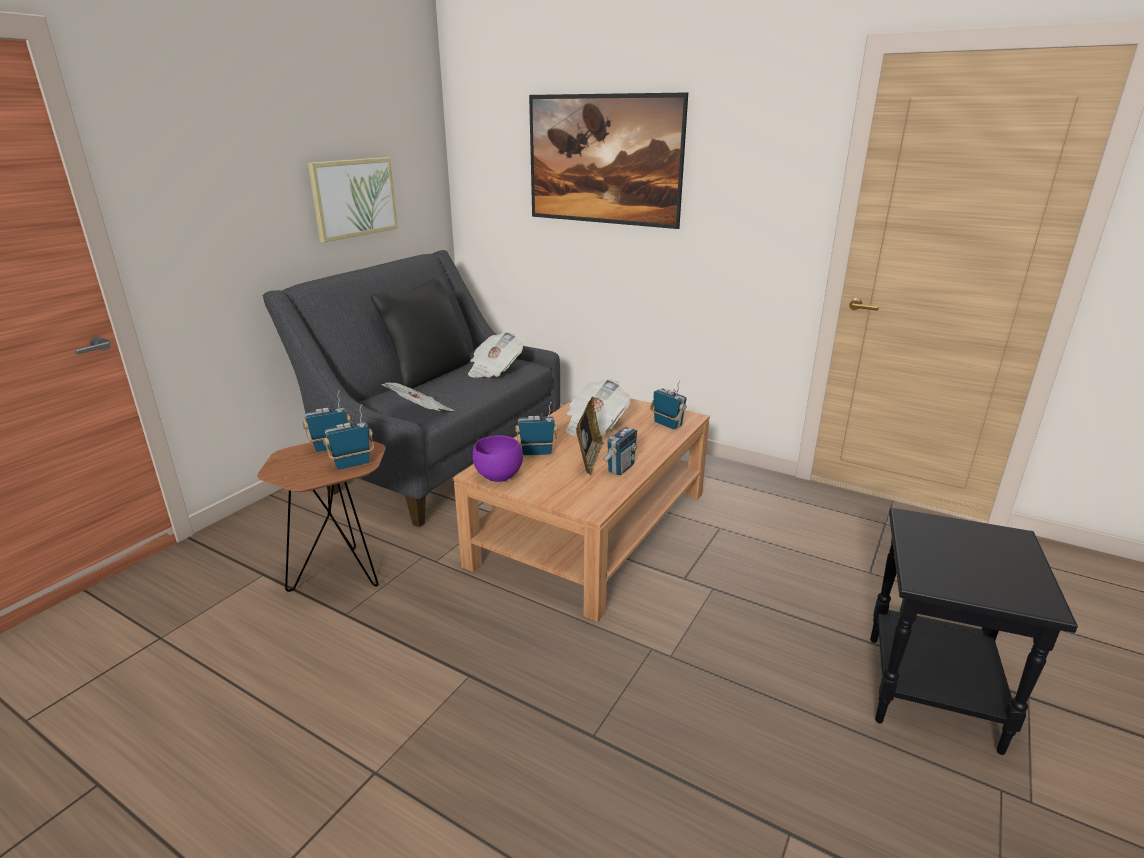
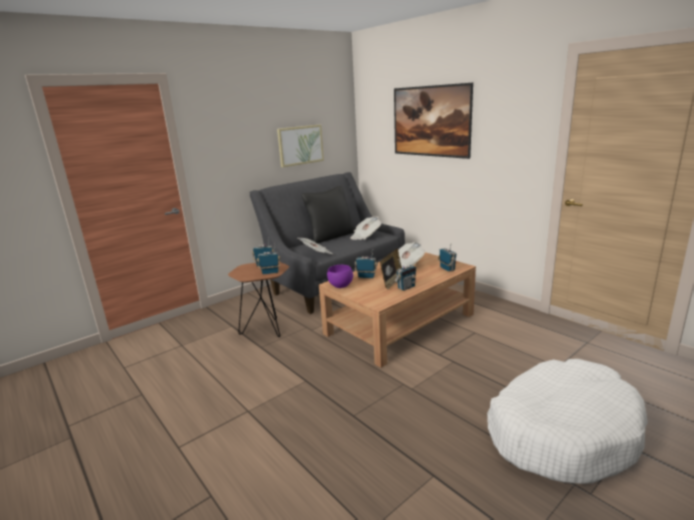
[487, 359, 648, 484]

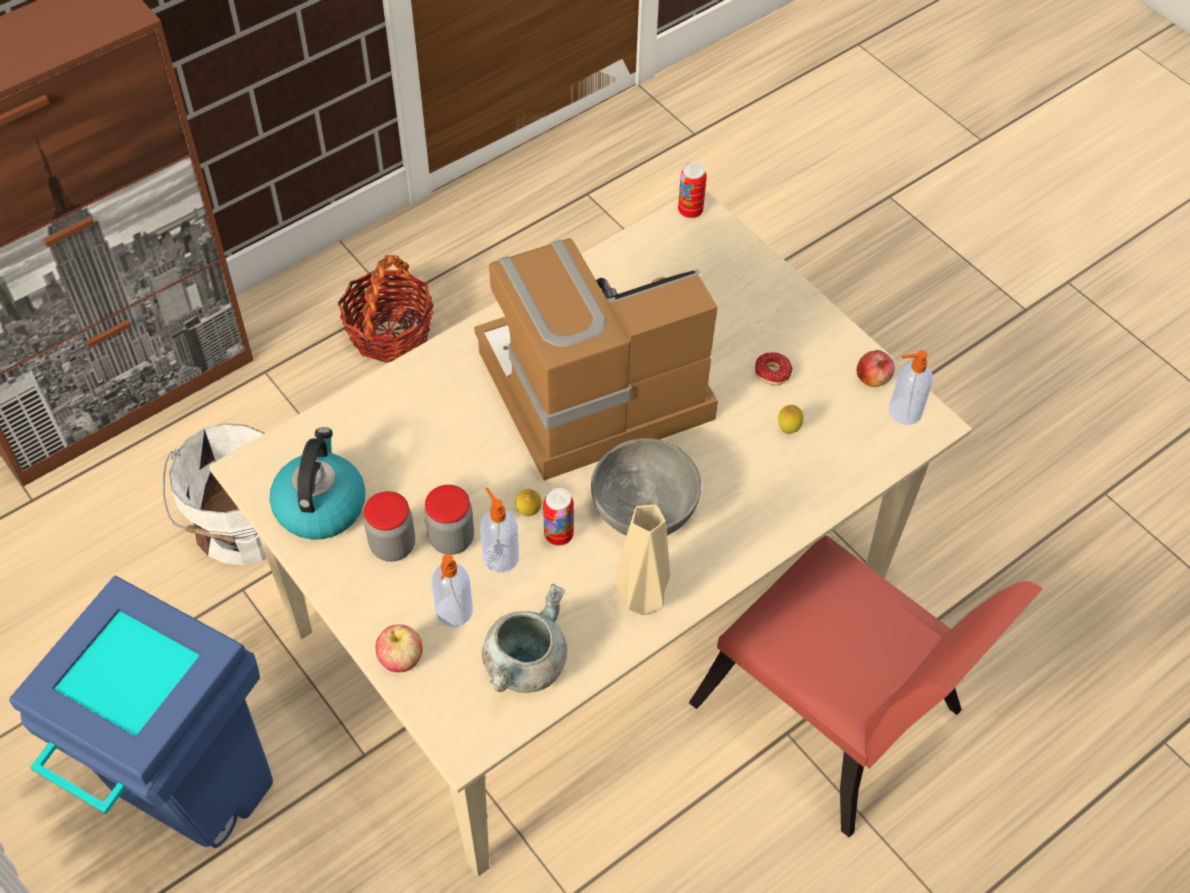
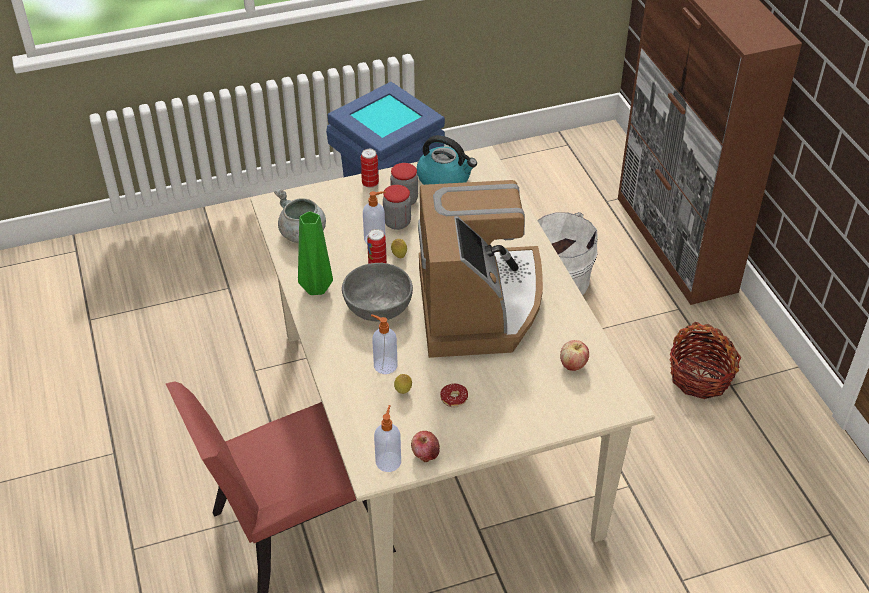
[560, 340, 589, 371]
[371, 314, 398, 374]
[361, 149, 379, 188]
[298, 211, 333, 295]

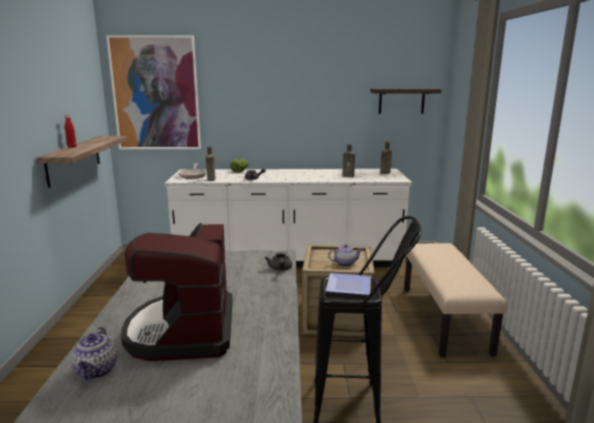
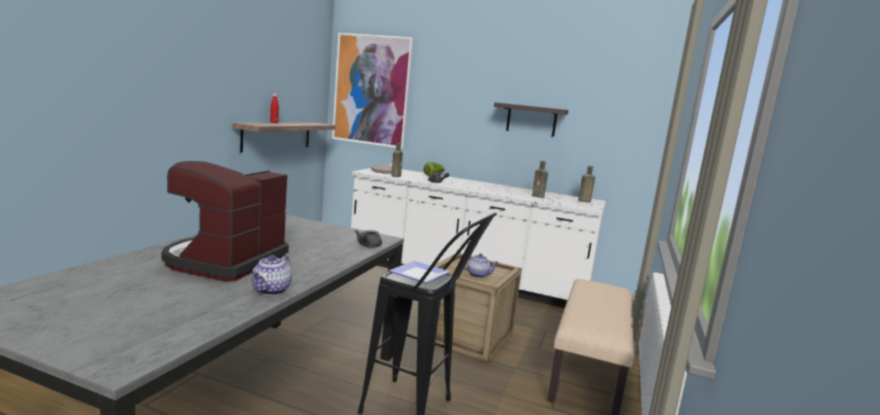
[251, 255, 292, 295]
[494, 102, 568, 137]

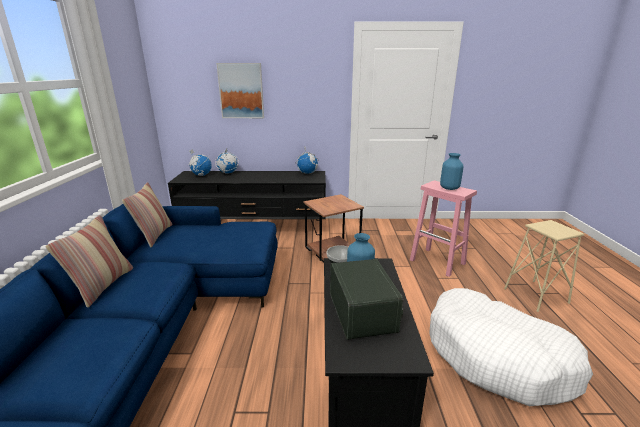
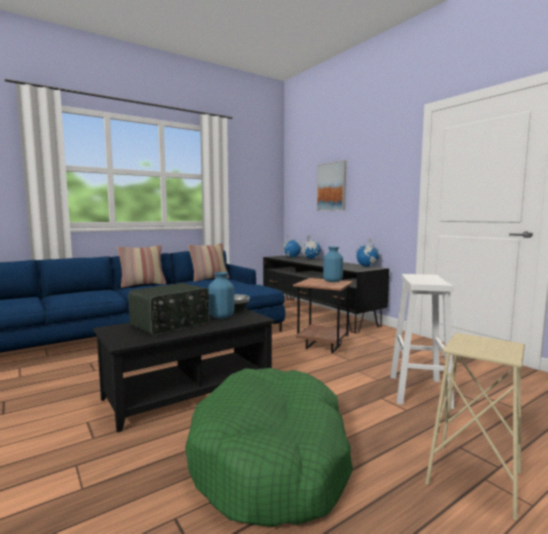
[323, 247, 343, 282]
[390, 274, 454, 409]
[185, 368, 353, 527]

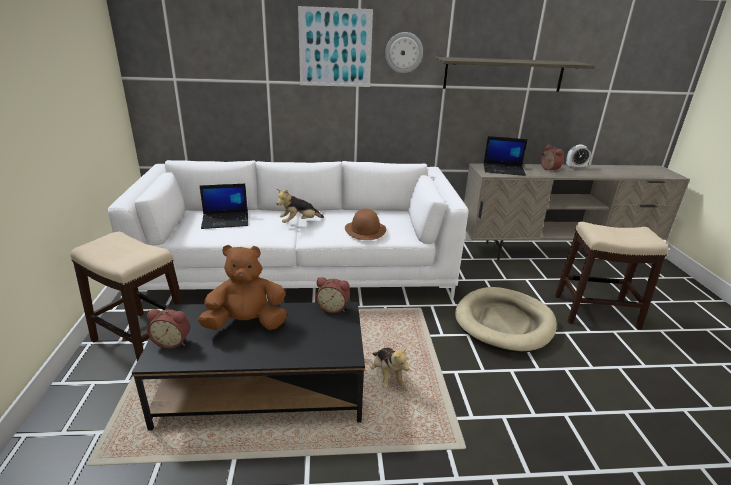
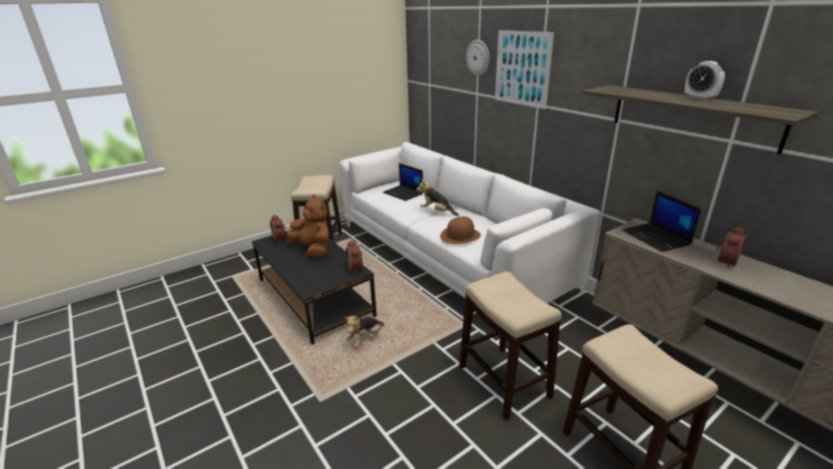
[466, 40, 490, 76]
[685, 61, 725, 100]
[459, 272, 562, 420]

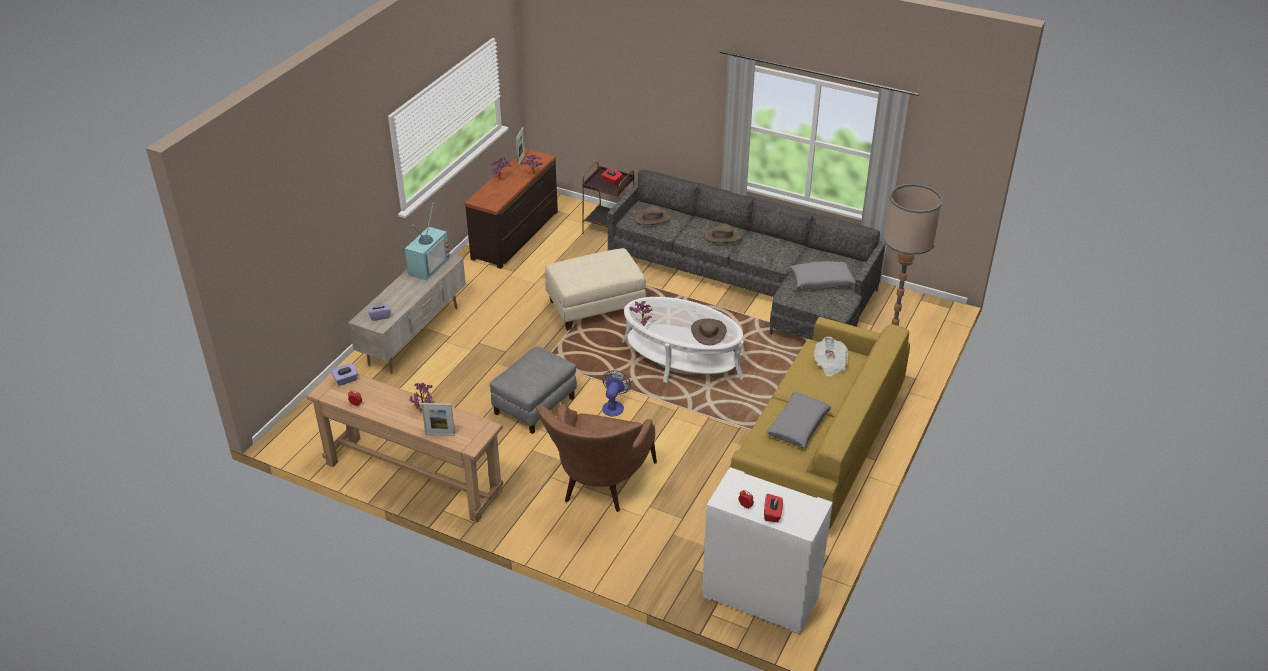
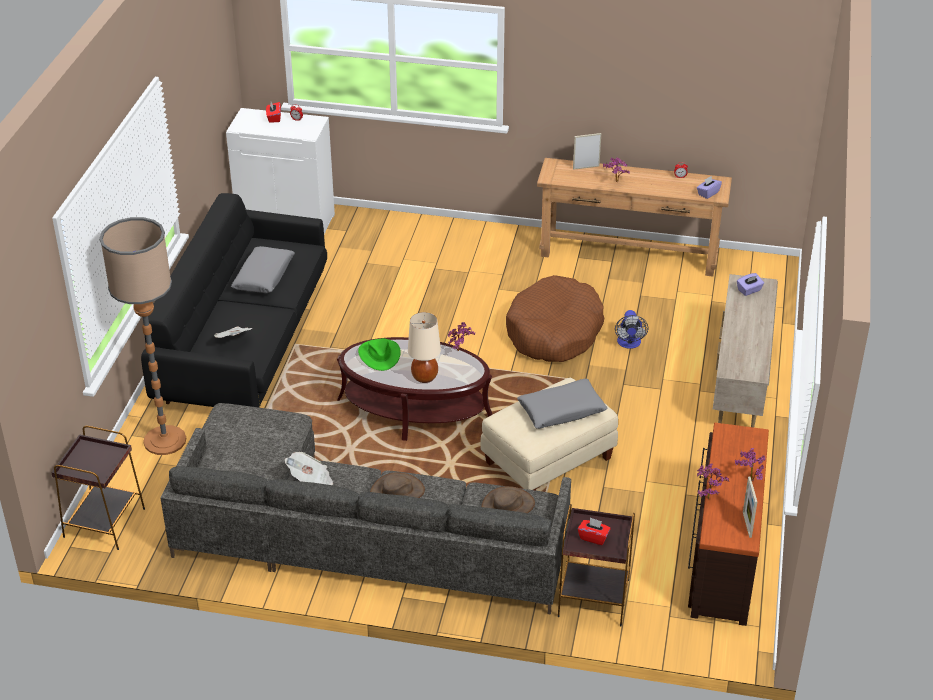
[405, 203, 450, 280] (first image)
[536, 404, 657, 512] (first image)
[52, 426, 145, 550]
[285, 452, 333, 485]
[408, 312, 441, 383]
[615, 310, 648, 349]
[517, 379, 607, 429]
[506, 275, 604, 362]
[337, 337, 493, 441]
[358, 338, 401, 371]
[141, 193, 327, 407]

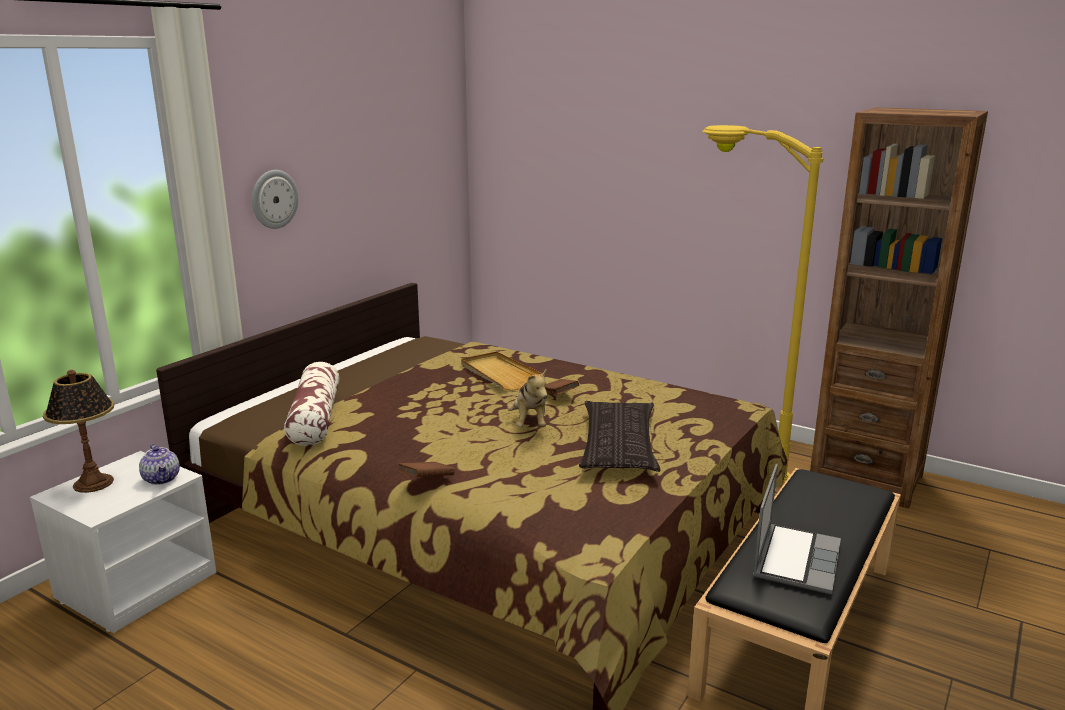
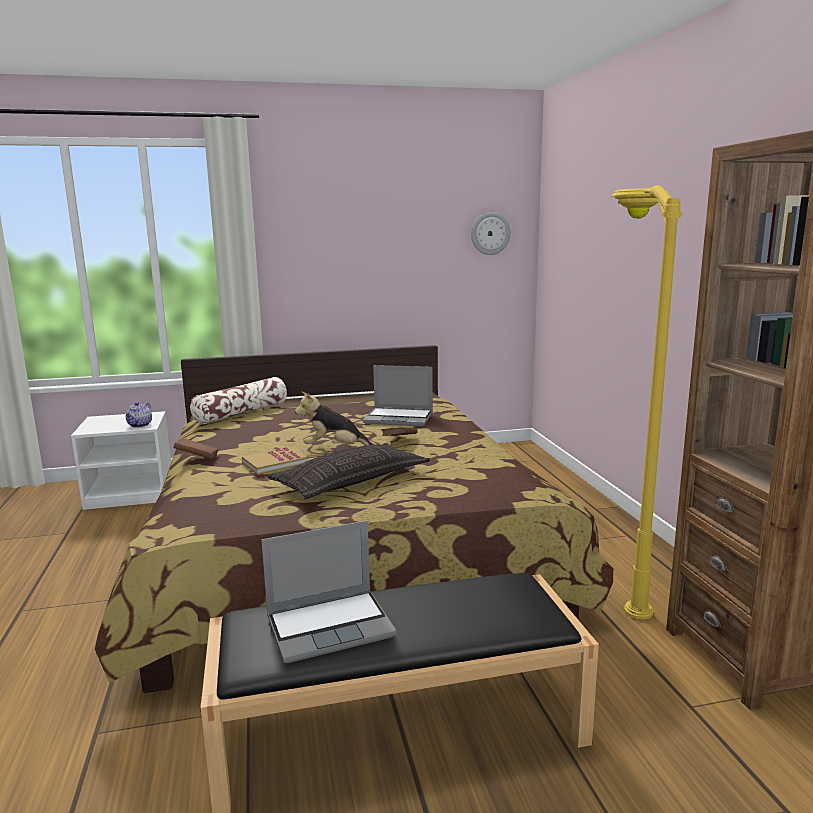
[43, 370, 114, 493] (first image)
[242, 447, 308, 475]
[471, 212, 511, 255]
[363, 365, 433, 426]
[295, 391, 375, 446]

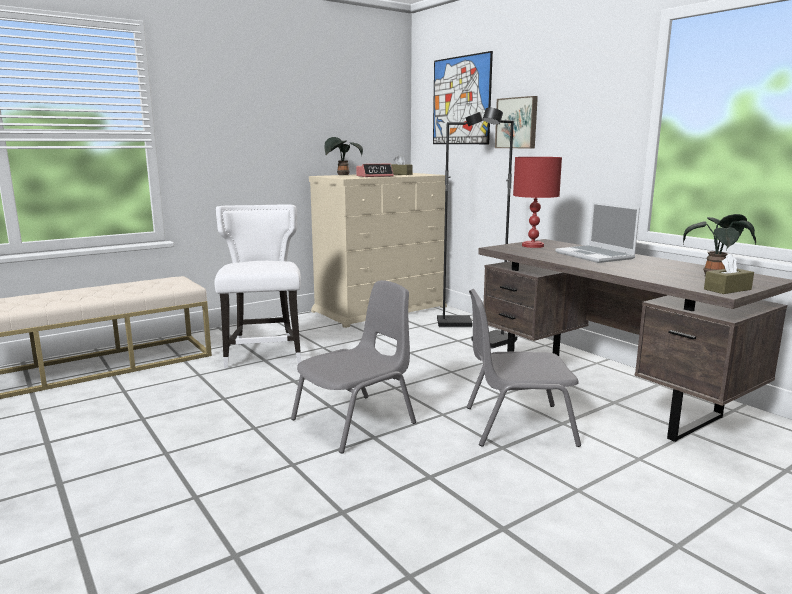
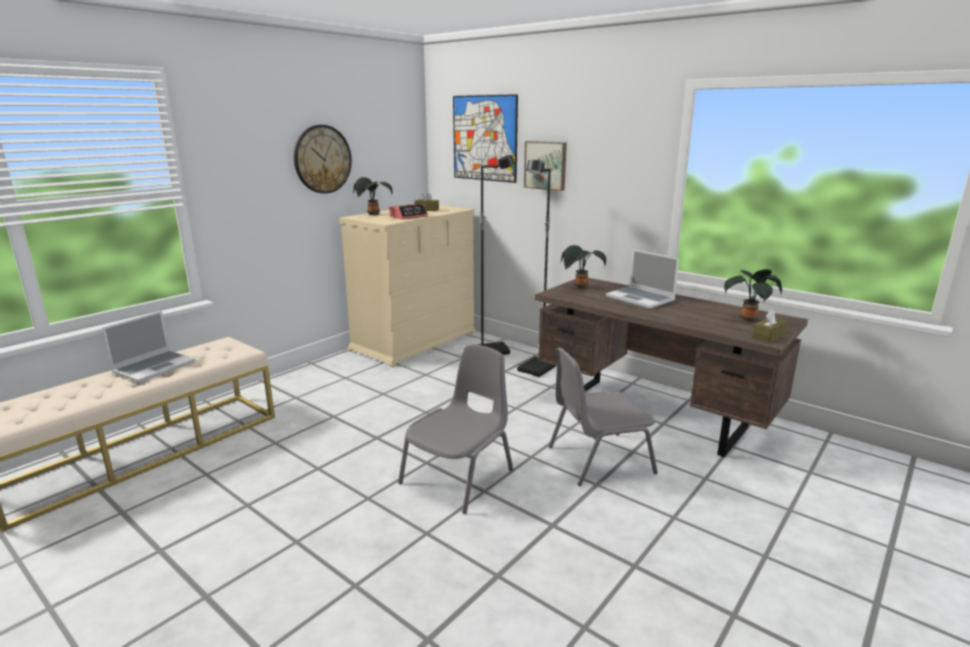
[214, 204, 301, 368] (first image)
[102, 311, 195, 383]
[294, 125, 352, 194]
[561, 245, 606, 289]

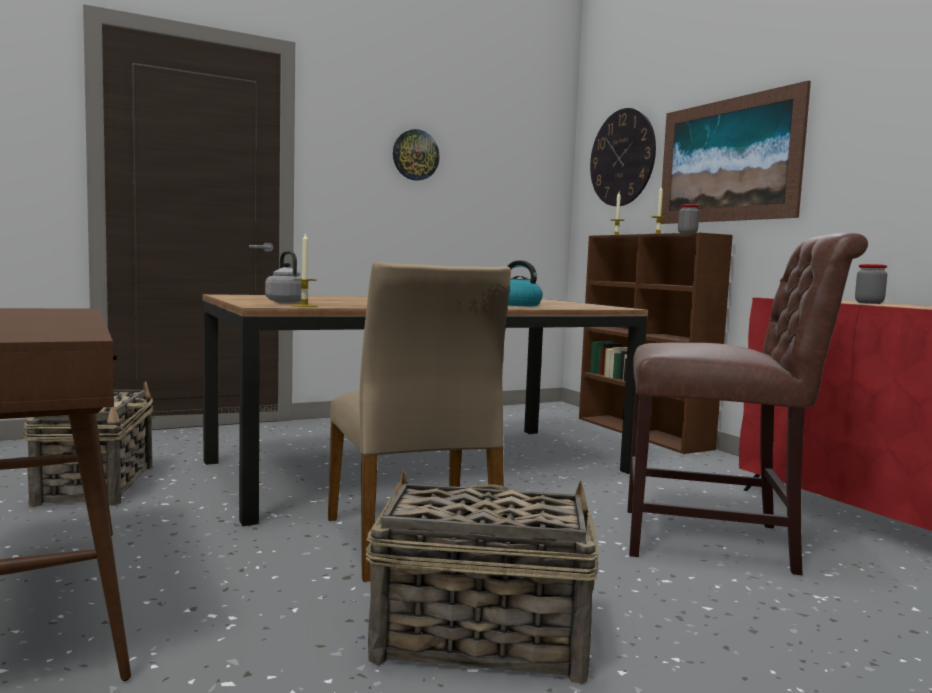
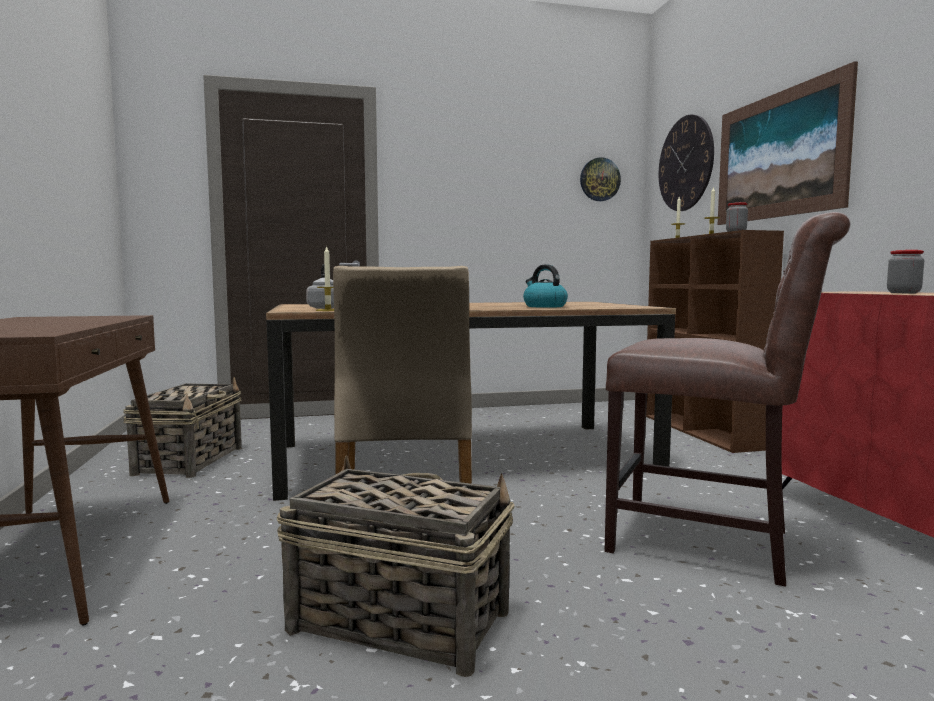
[580, 157, 621, 201]

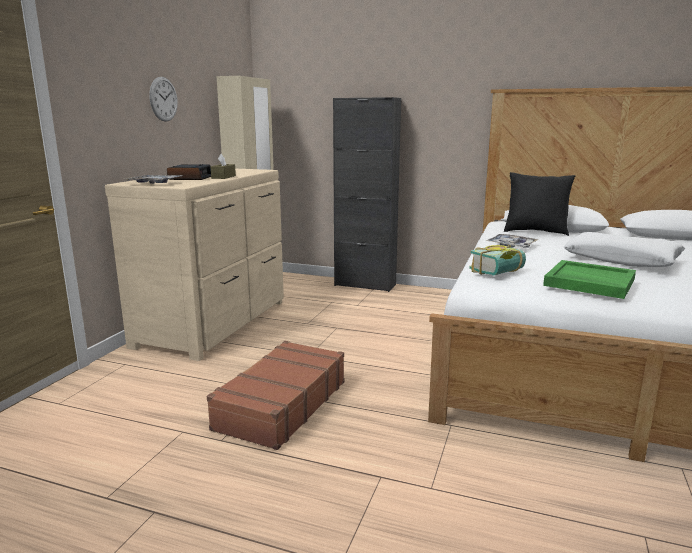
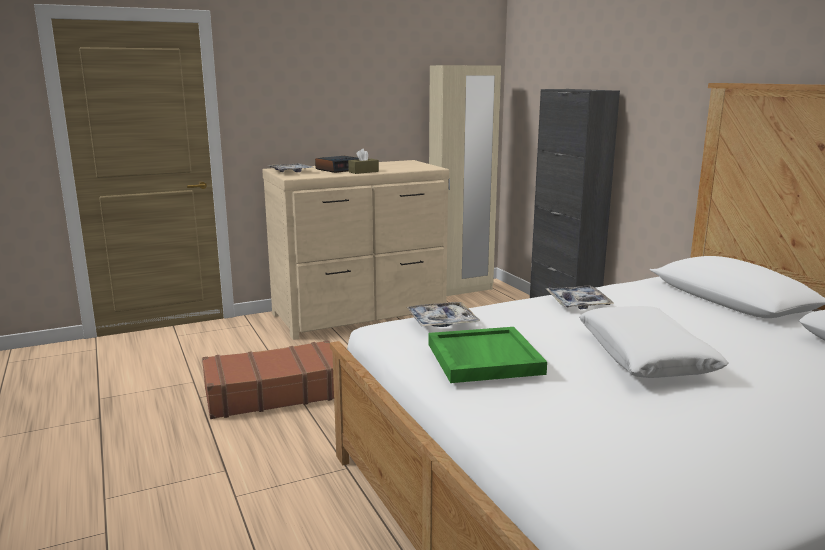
[149, 77, 178, 122] (first image)
[504, 172, 575, 236] (first image)
[406, 302, 480, 327]

